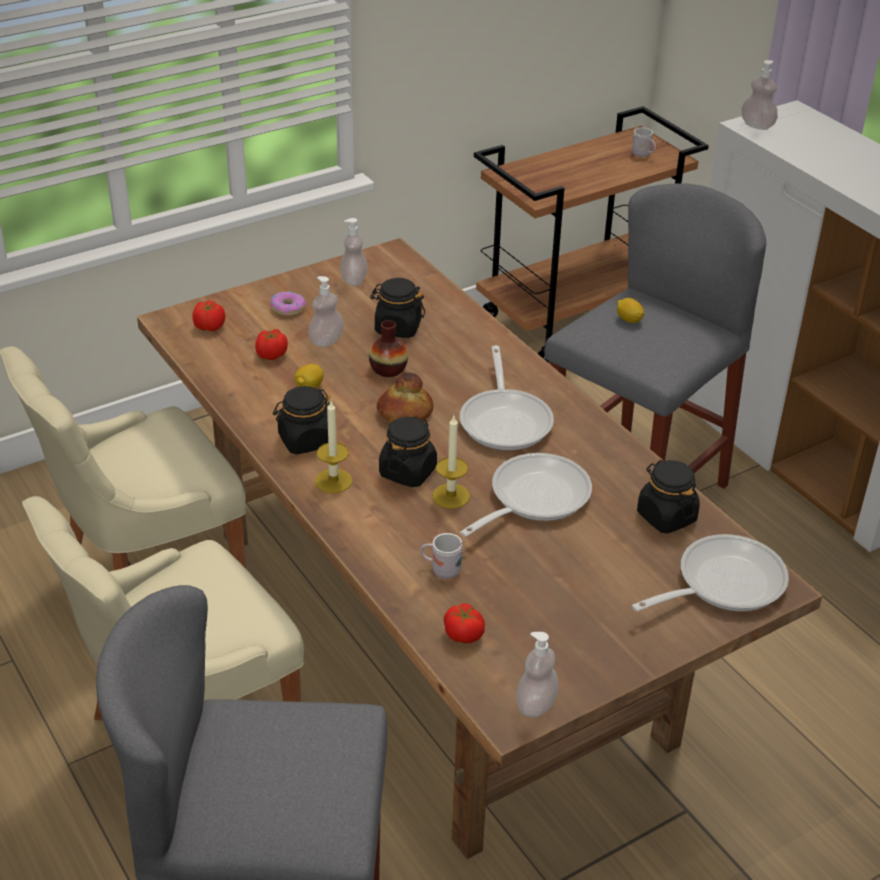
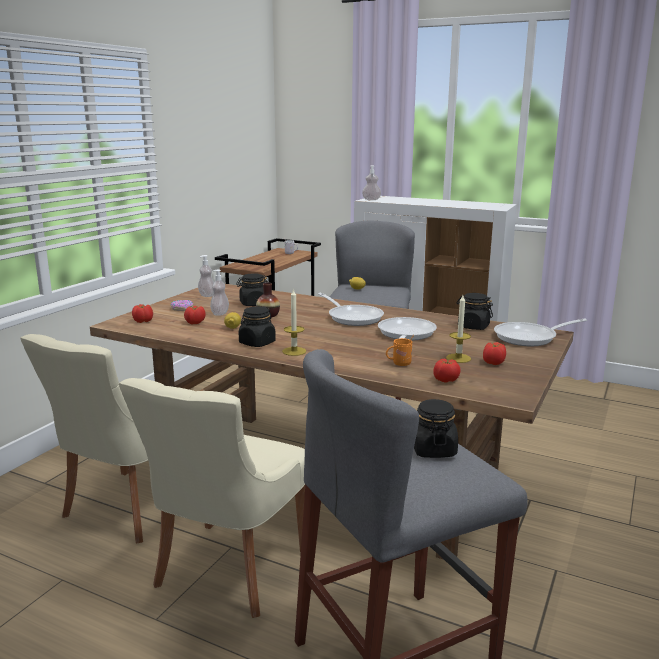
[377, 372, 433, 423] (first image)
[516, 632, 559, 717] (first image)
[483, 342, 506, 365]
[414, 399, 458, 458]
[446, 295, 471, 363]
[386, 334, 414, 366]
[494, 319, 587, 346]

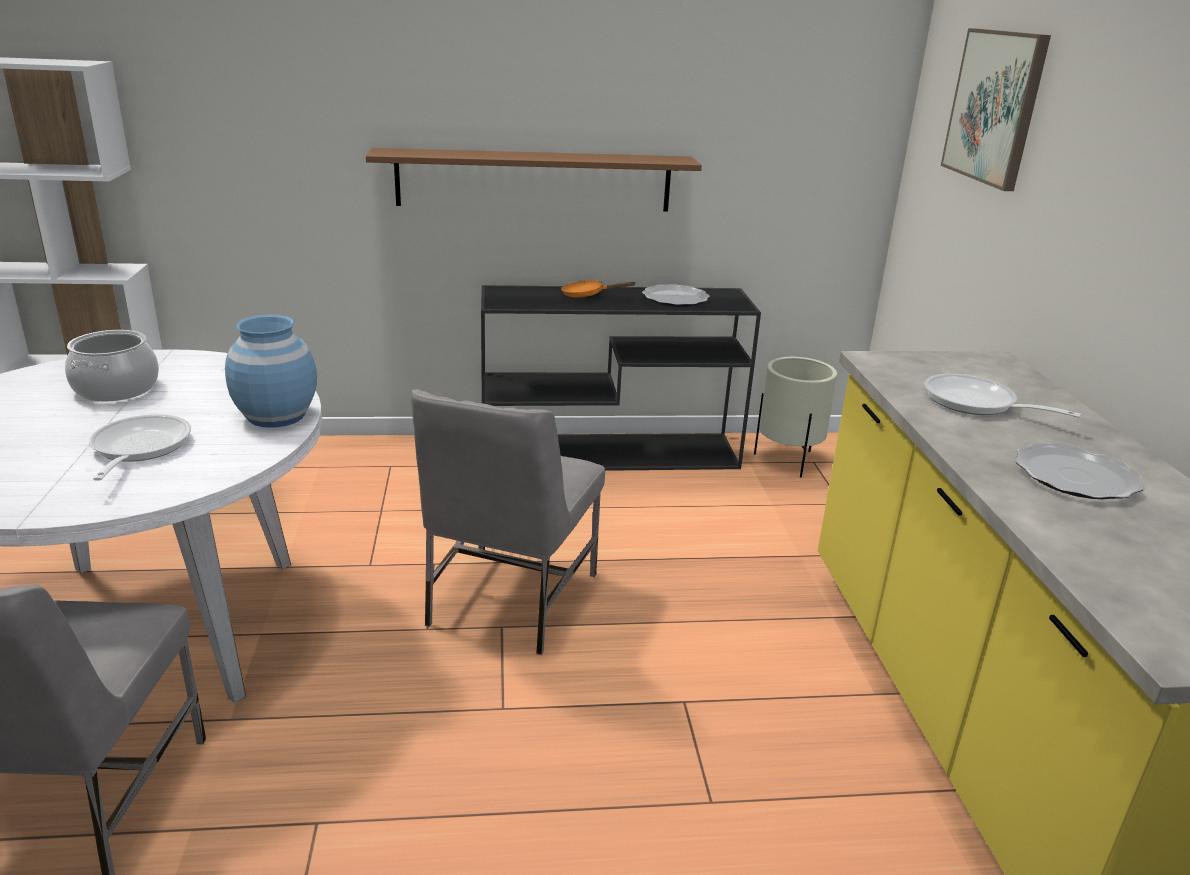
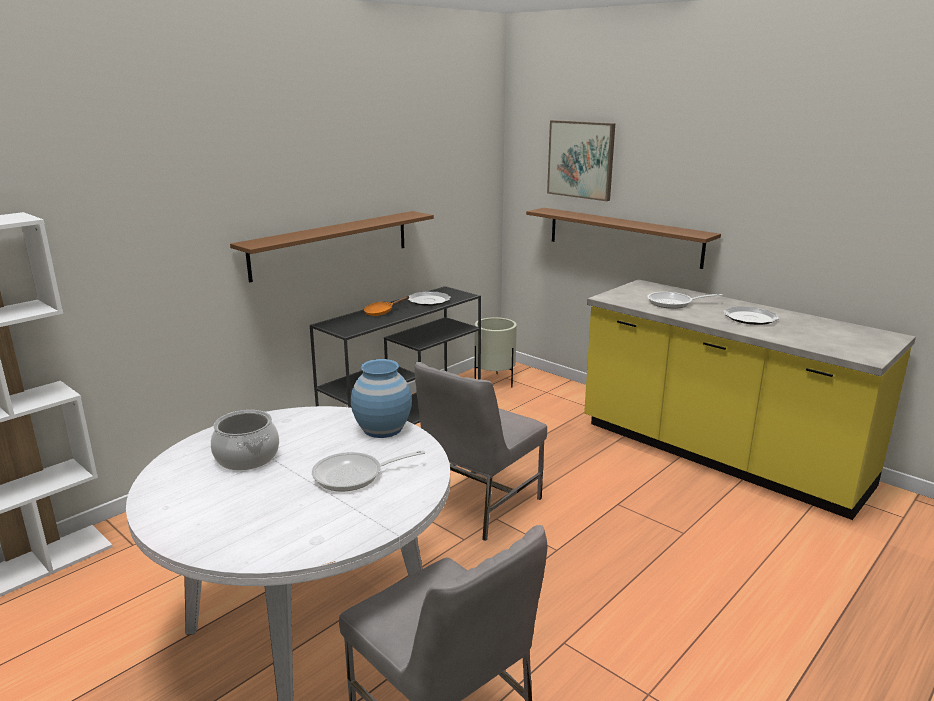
[526, 208, 721, 269]
[312, 450, 425, 491]
[414, 362, 547, 541]

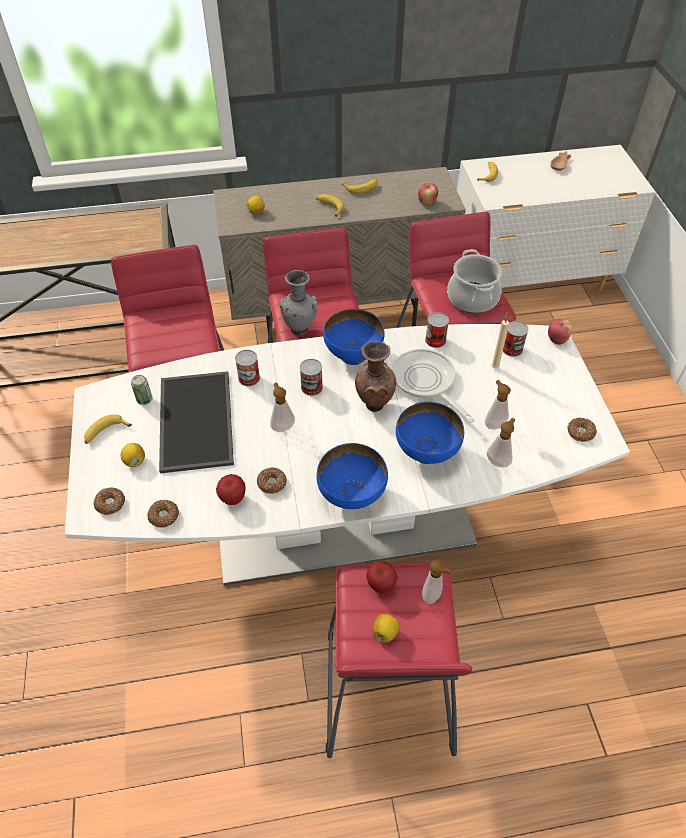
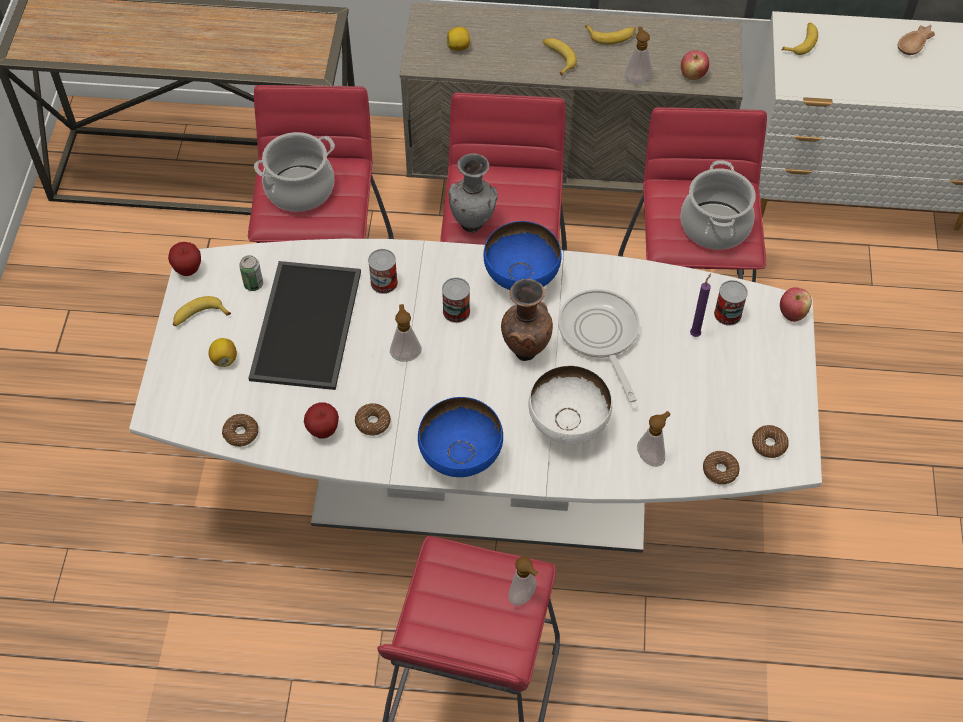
[373, 614, 399, 643] (first image)
[425, 312, 449, 348] (first image)
[254, 132, 335, 212]
[703, 451, 740, 485]
[168, 242, 201, 276]
[625, 26, 652, 84]
[528, 365, 612, 444]
[690, 273, 711, 337]

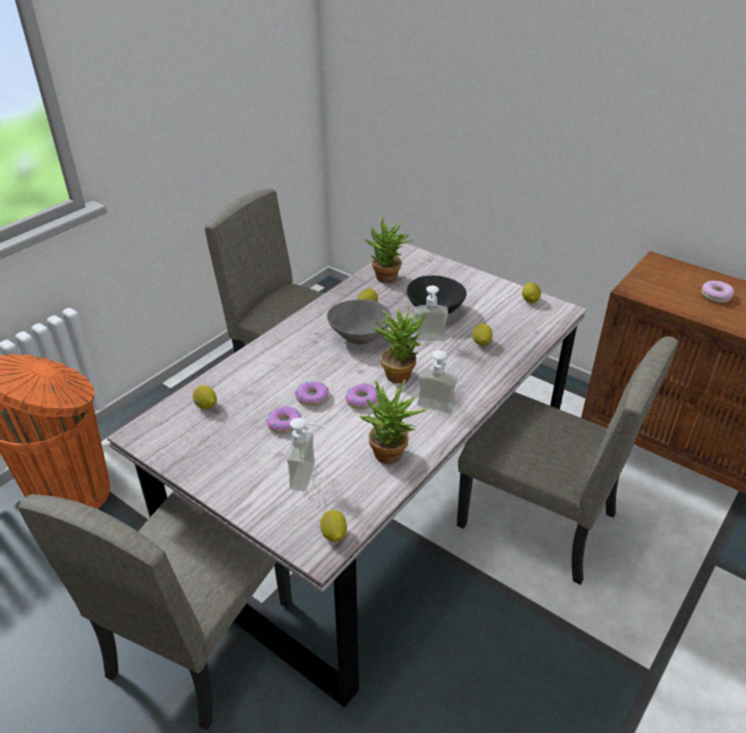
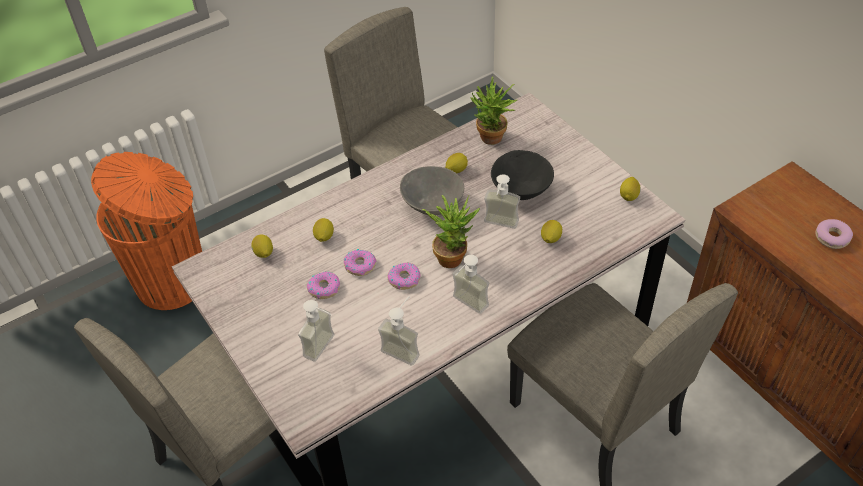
[313, 218, 334, 242]
[378, 296, 420, 366]

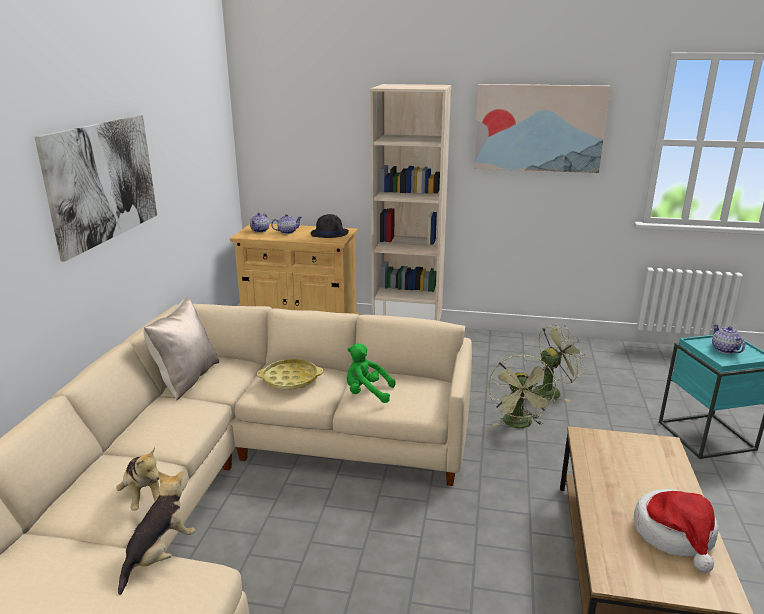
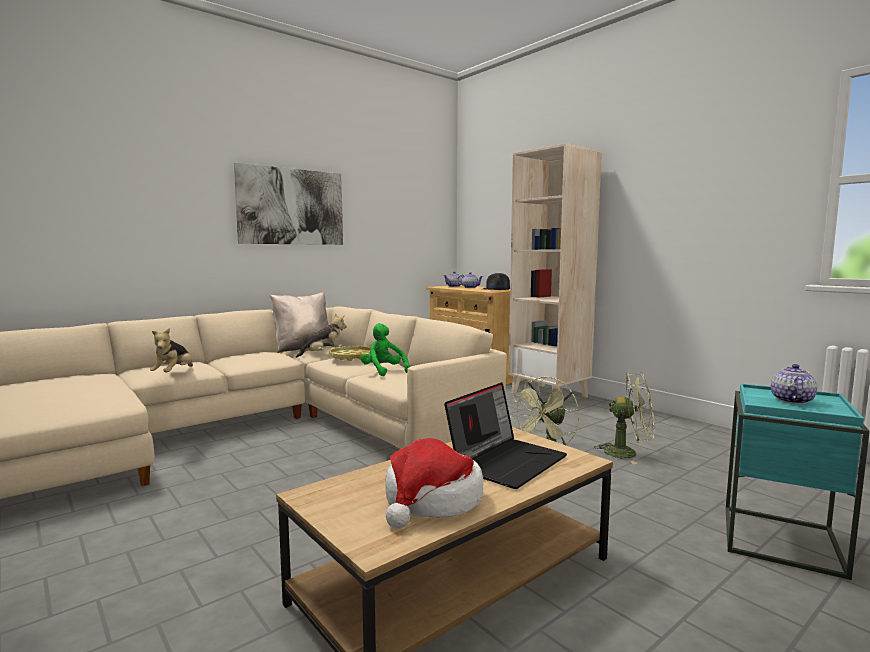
[473, 84, 611, 173] (first image)
[444, 382, 567, 489]
[296, 314, 347, 358]

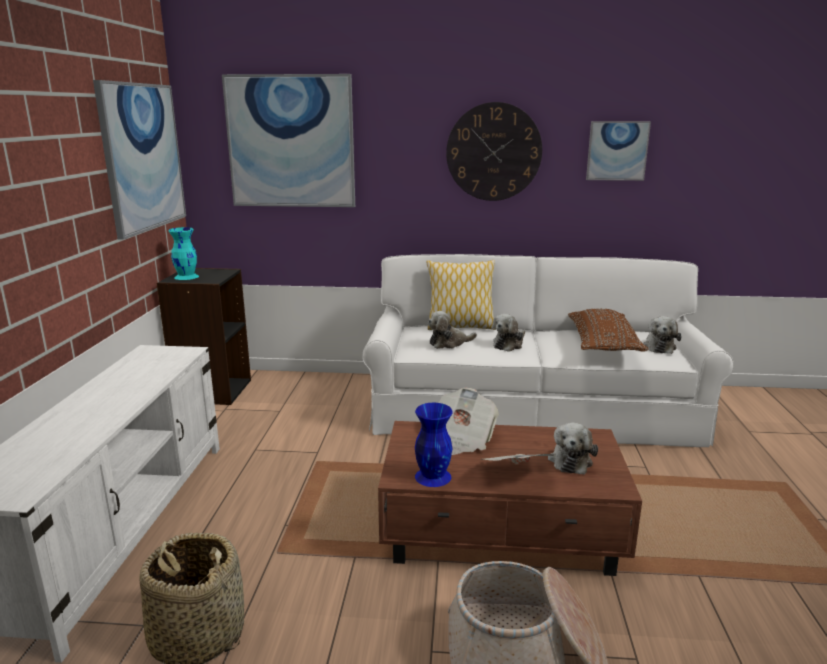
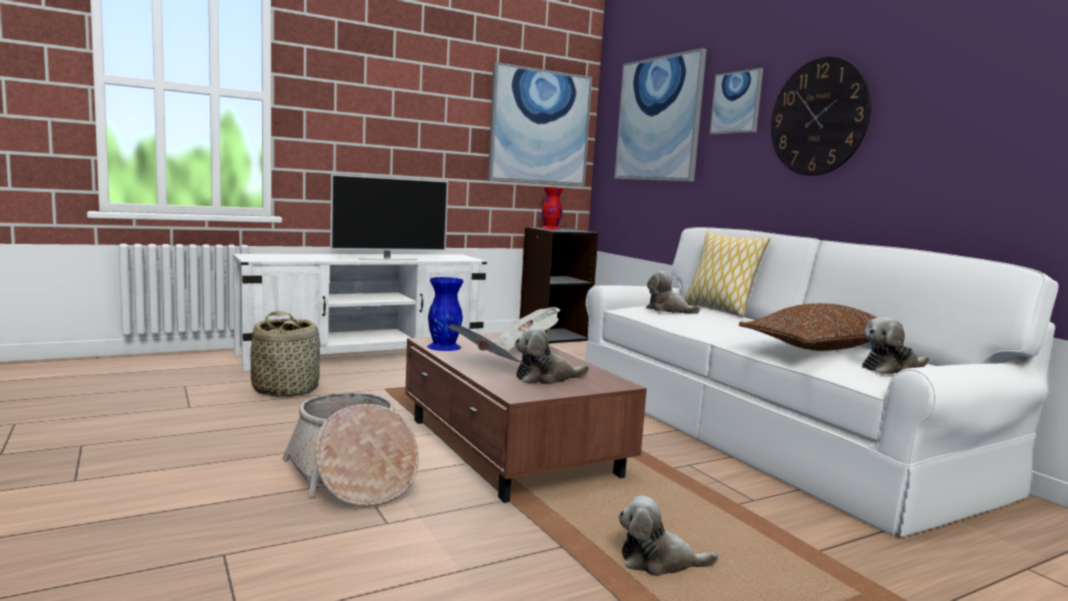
[330, 174, 448, 261]
[619, 496, 718, 576]
[710, 68, 763, 134]
[542, 187, 563, 230]

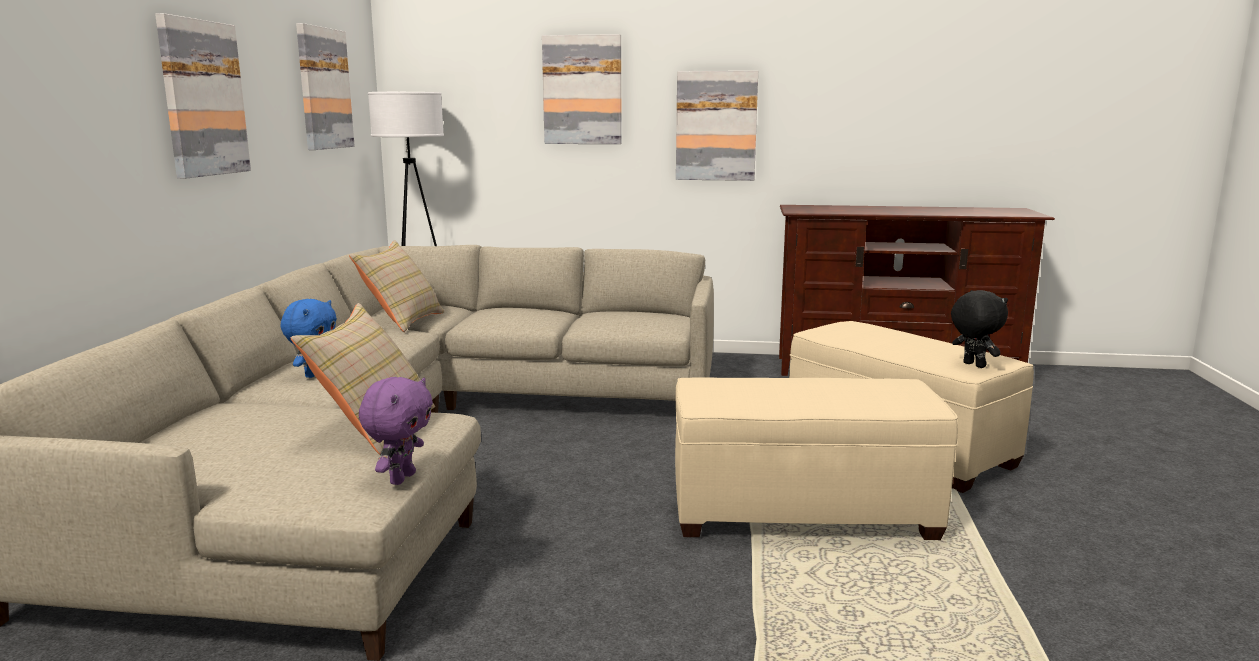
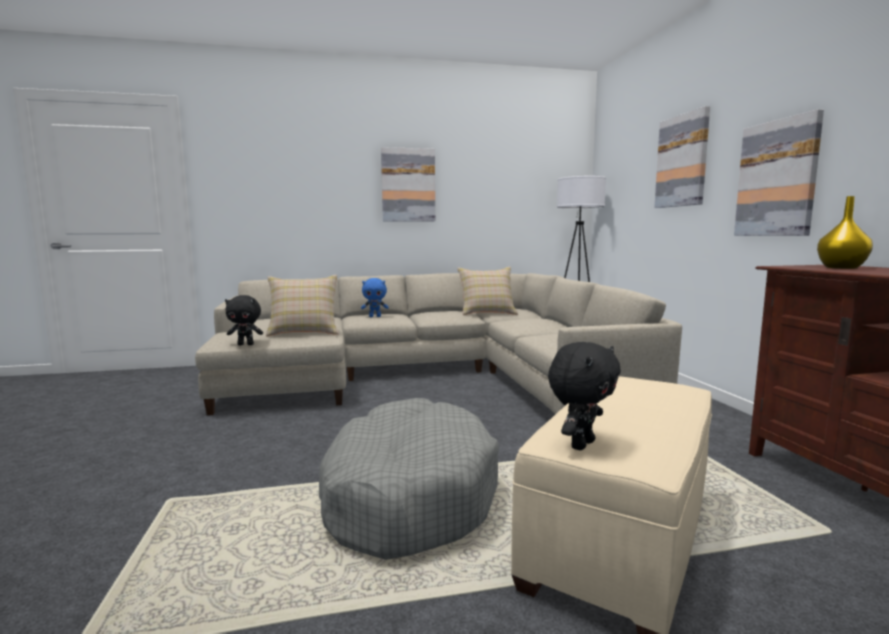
[296, 23, 355, 150] (first image)
[817, 196, 873, 269]
[319, 398, 499, 560]
[225, 295, 263, 345]

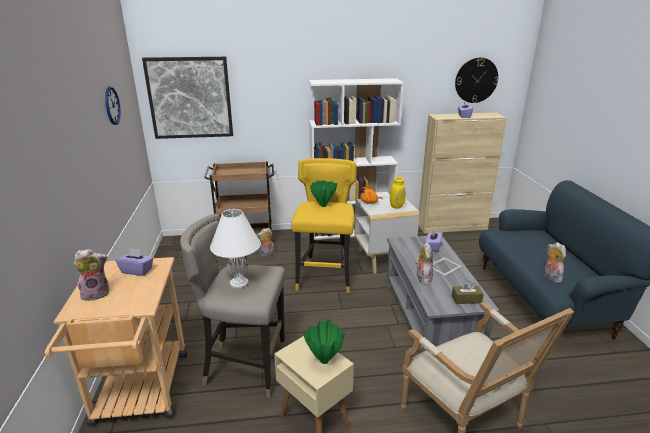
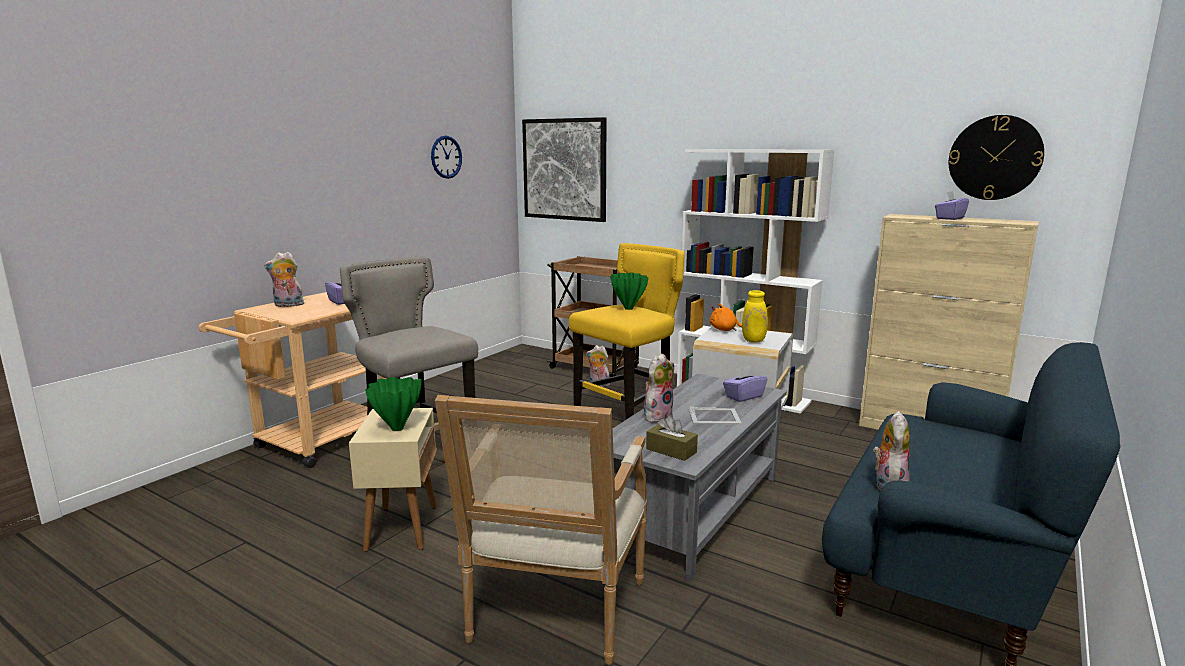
[210, 209, 261, 288] (first image)
[264, 252, 304, 307]

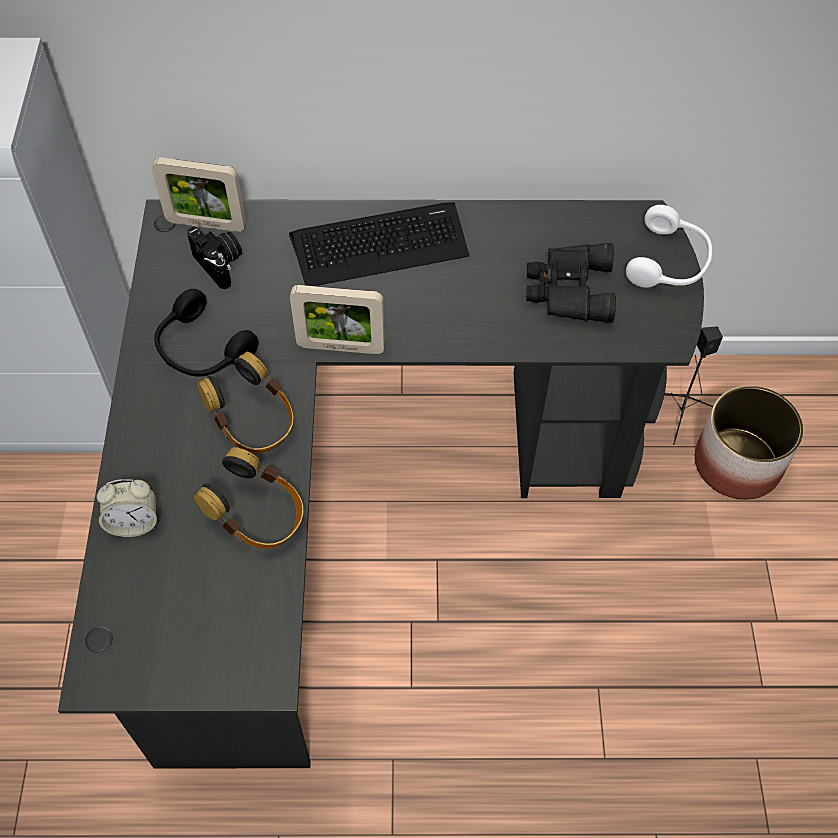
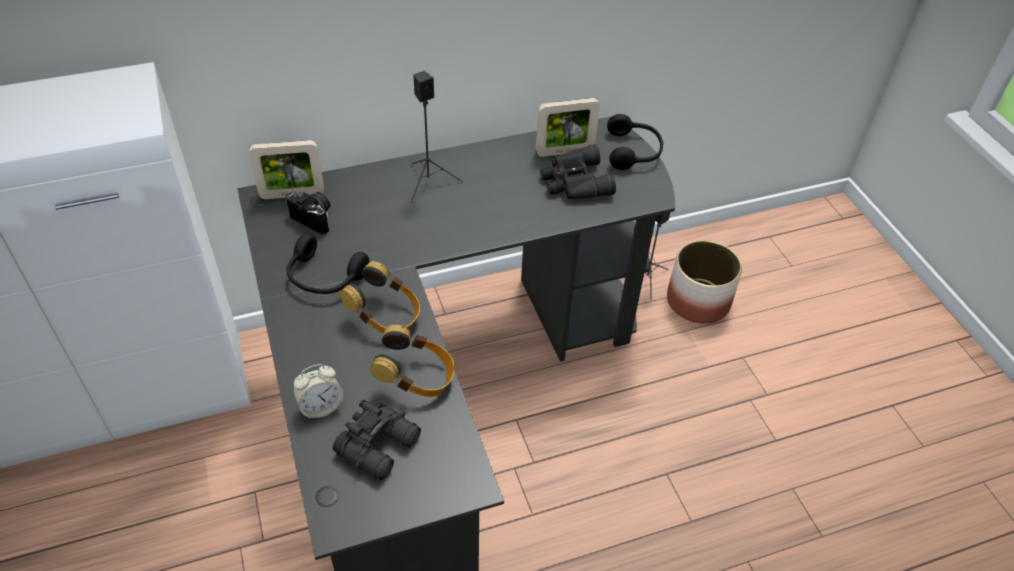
[333, 399, 421, 480]
[536, 98, 600, 157]
[411, 71, 463, 203]
[607, 114, 664, 170]

